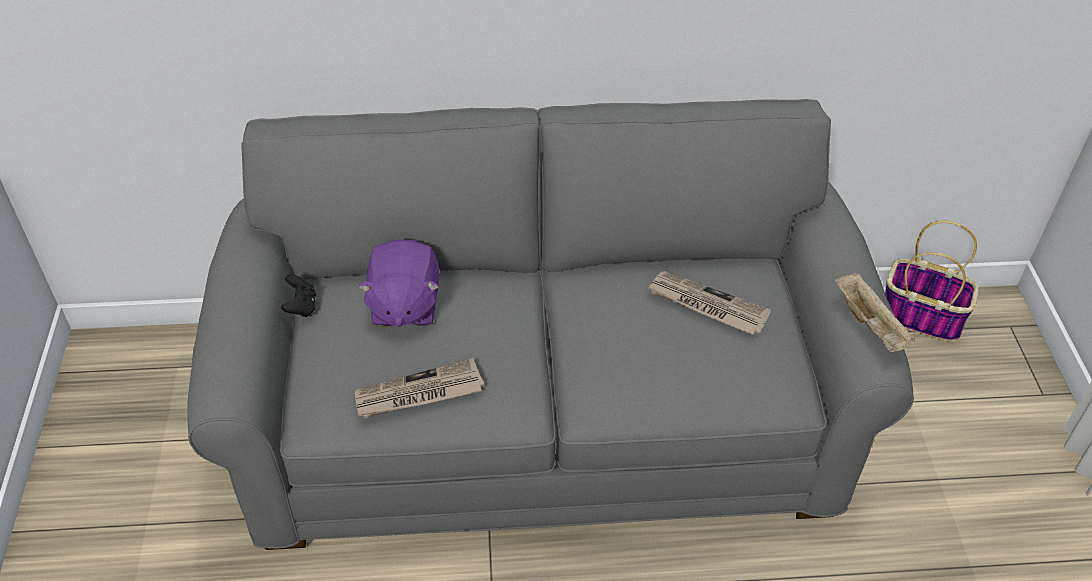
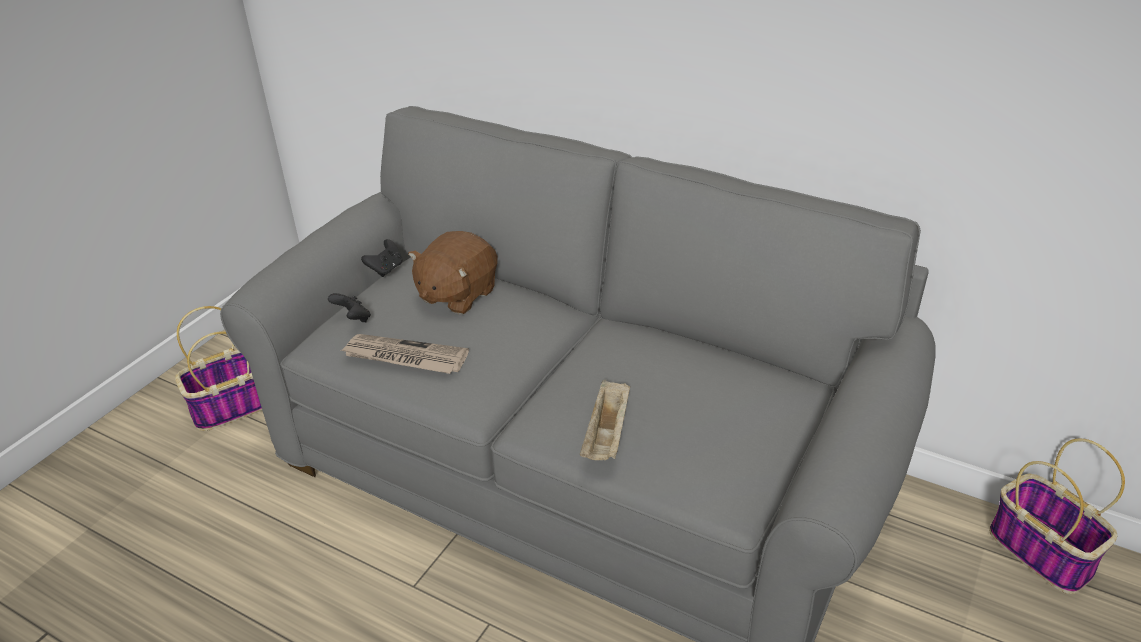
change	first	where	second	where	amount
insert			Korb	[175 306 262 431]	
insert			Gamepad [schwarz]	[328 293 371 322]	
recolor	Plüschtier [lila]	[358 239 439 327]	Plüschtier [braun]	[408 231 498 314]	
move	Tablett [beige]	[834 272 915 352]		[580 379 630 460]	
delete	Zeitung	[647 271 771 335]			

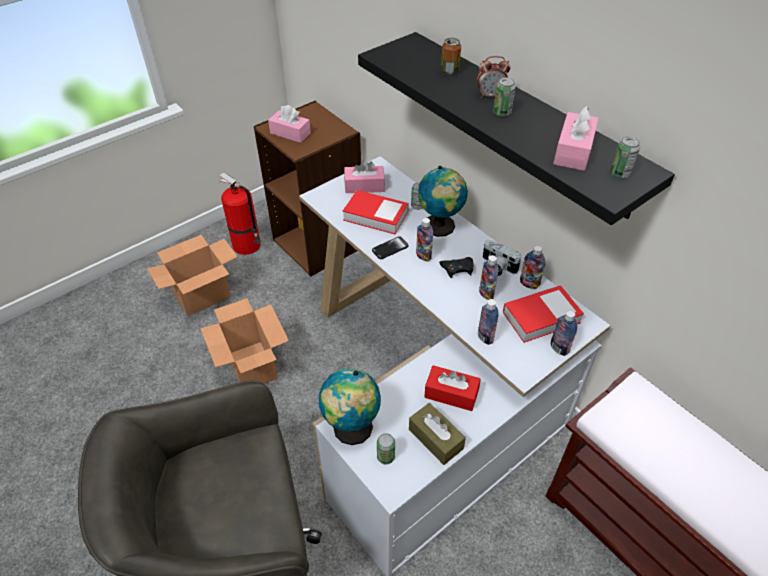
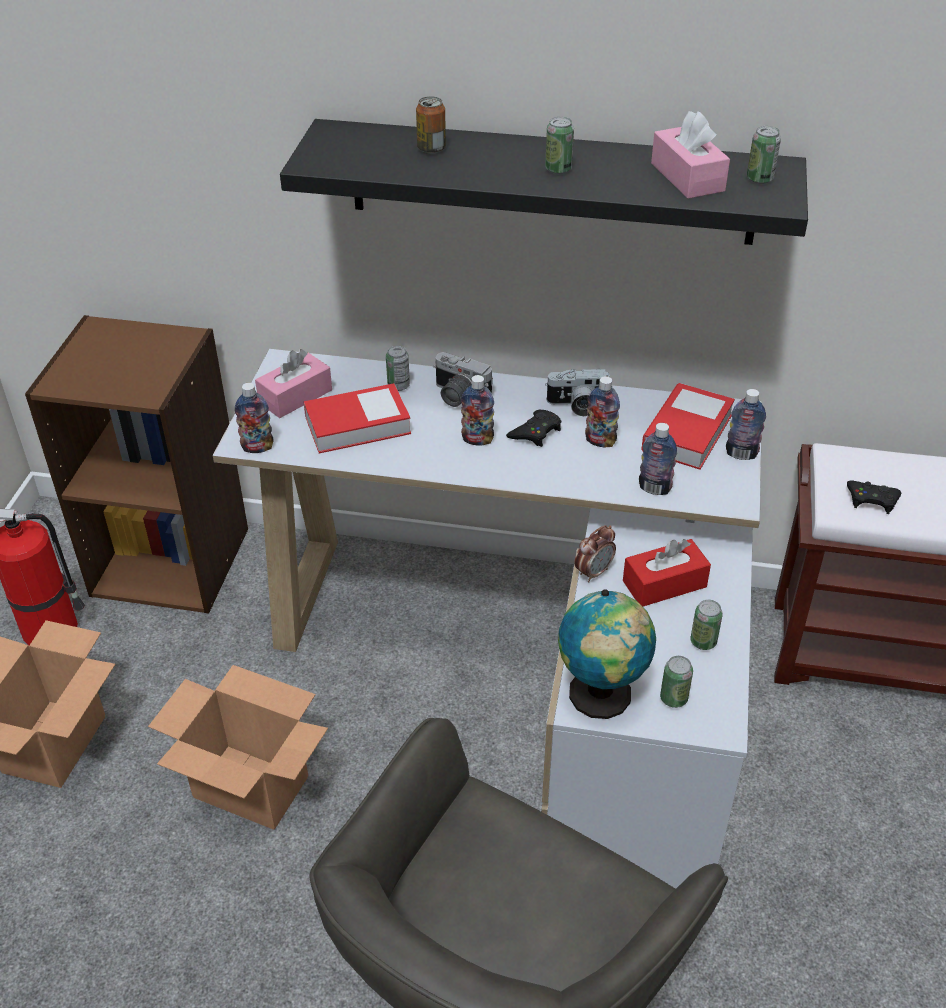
change	first	where	second	where	amount
move	Flasche	[520 246 546 289]		[235 383 273 453]	
replace	Globus	[418 166 468 237]	Kamera	[433 352 493 407]	
move	Wecker	[477 56 510 98]		[575 525 616 582]	
replace	Taschentuchbox [braun]	[409 403 466 465]	Dose	[690 600 723 650]	
insert			Gamepad [schwarz]	[847 481 902 514]	
delete	Taschentuchbox [rosa]	[268 105 311 143]			
delete	Handy	[372 236 408 259]			

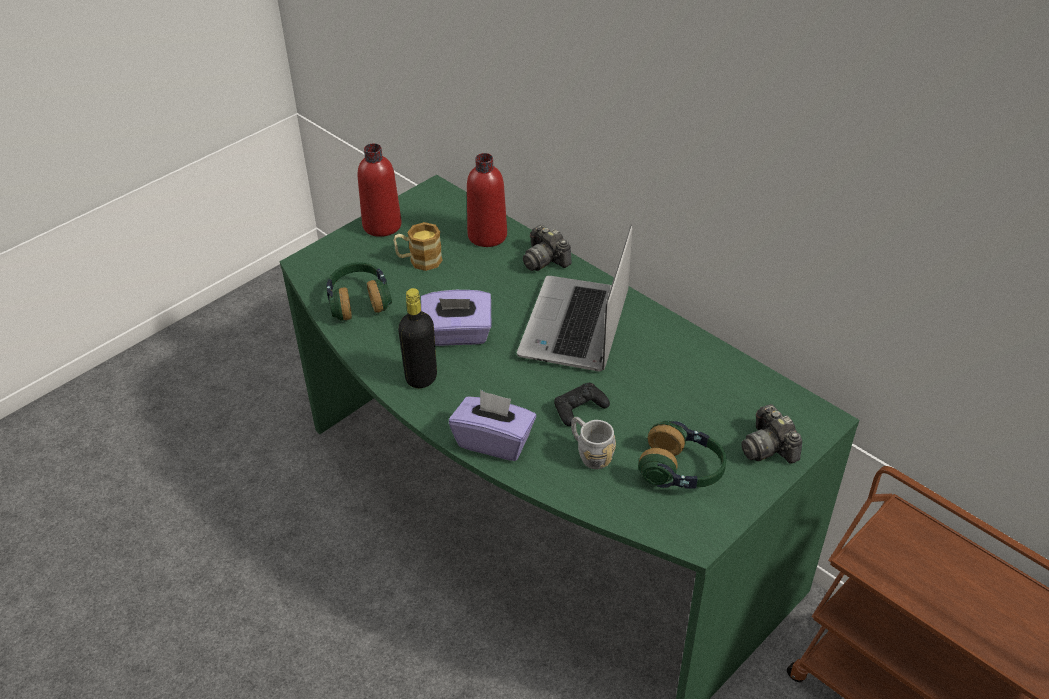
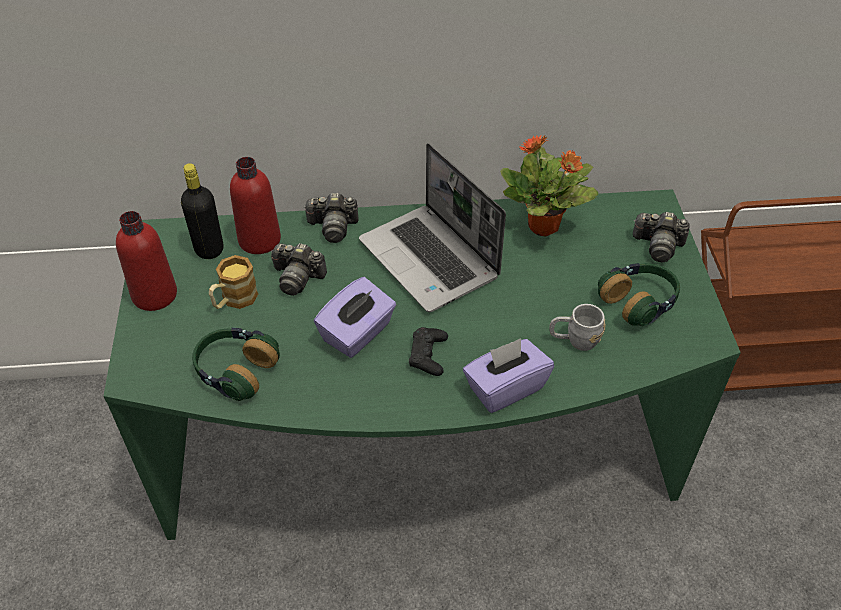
change	first	where	second	where	amount
move	Flasche [schwarz]	[398 288 437 388]		[181 163 223 259]	
insert			Kamera	[271 243 327 296]	
move	Gamepad [schwarz]	[554 383 610 426]		[409 327 448 376]	
insert			Topfpflanze	[500 135 598 237]	

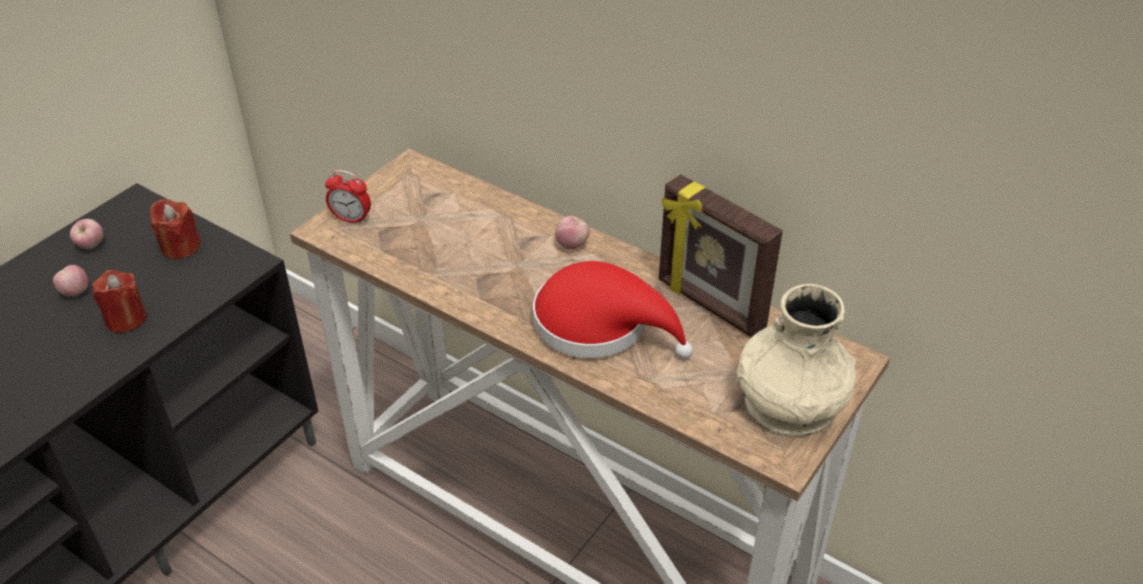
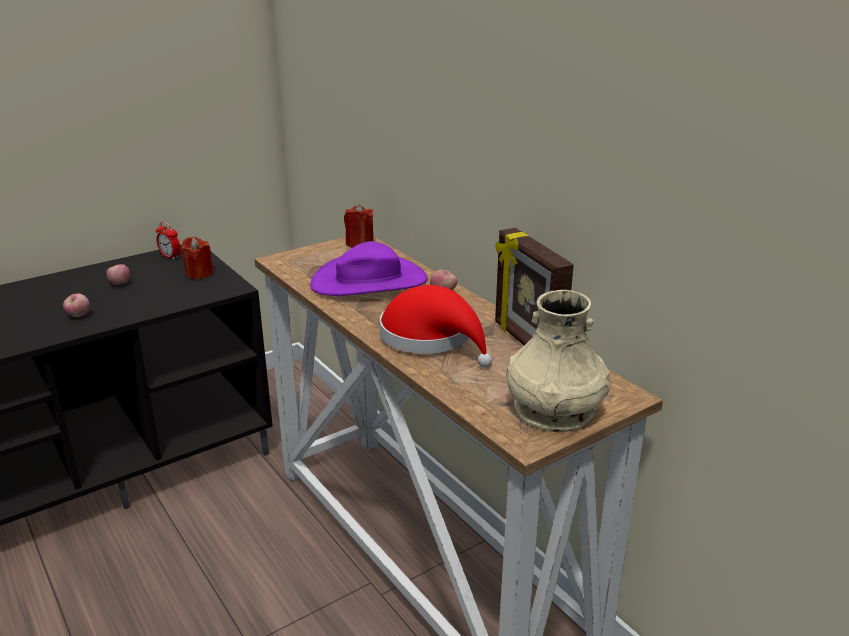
change	first	where	second	where	amount
move	Apfel	[70 219 104 249]		[63 294 90 317]	
move	Wecker	[325 170 371 224]		[156 221 180 260]	
insert			Hut [lila]	[310 241 428 296]	
move	Kerze [rot]	[93 270 147 333]		[344 204 373 248]	

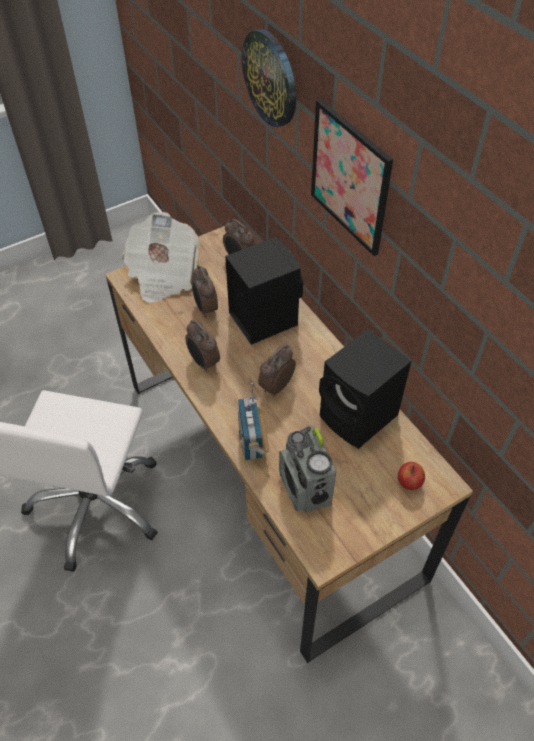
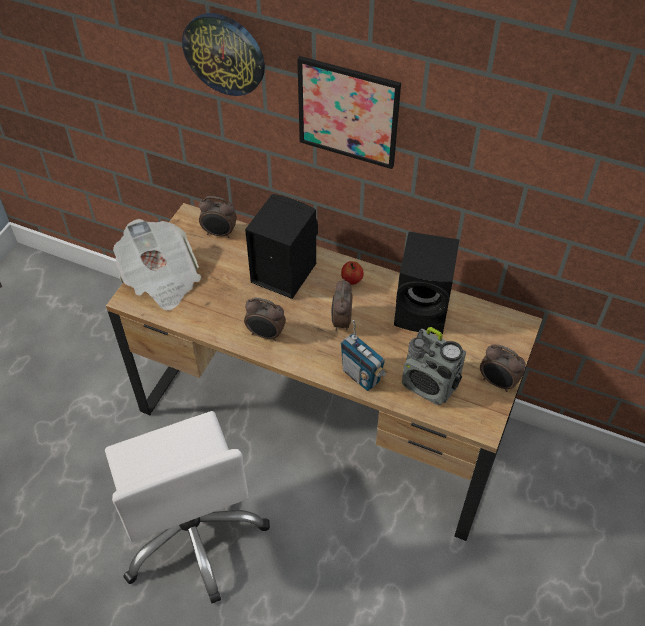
change	first	where	second	where	amount
move	Apfel	[398 462 425 490]		[341 261 364 285]	
move	Wecker	[192 265 218 318]		[480 345 526 392]	

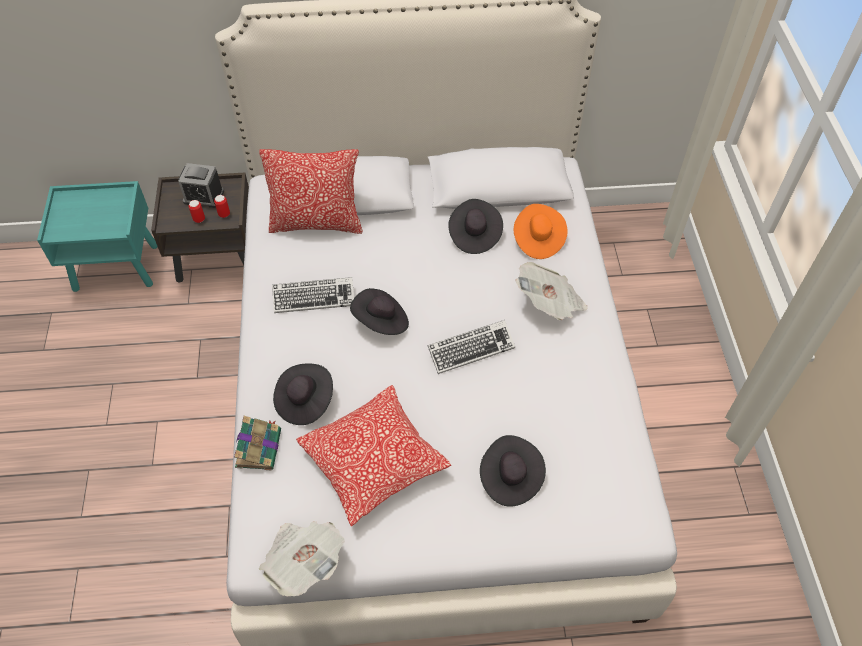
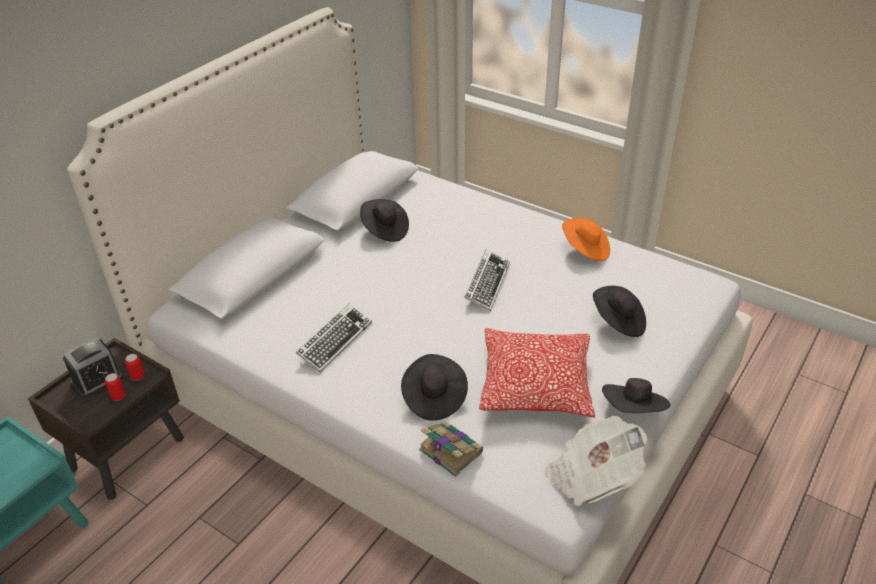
change	first	where	second	where	amount
move	Hut [orange]	[514 204 567 259]		[562 218 610 261]	
move	Hut [schwarz]	[350 288 409 335]		[602 378 671 413]	
delete	Kissen	[259 149 363 234]			
delete	Zeitung	[515 262 588 320]			

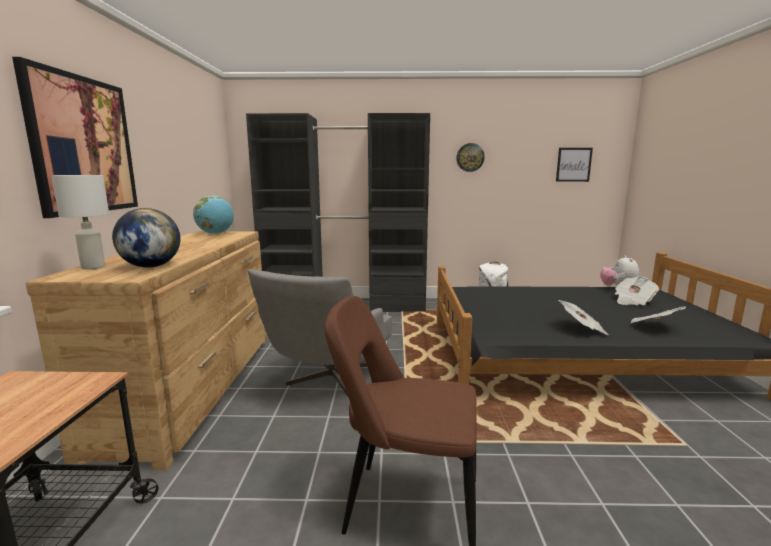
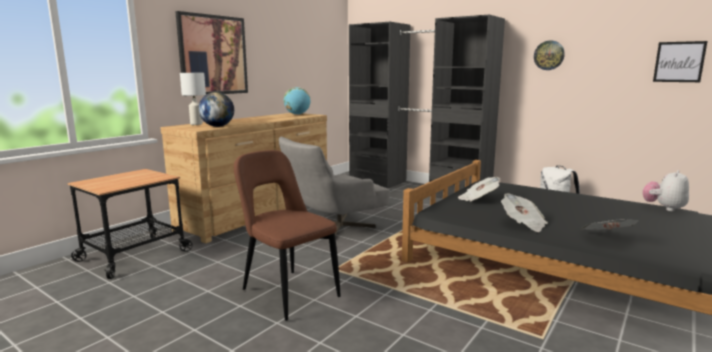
change	first	where	second	where	amount
move	Zeitung	[615 276 659 305]		[458 177 500 202]	

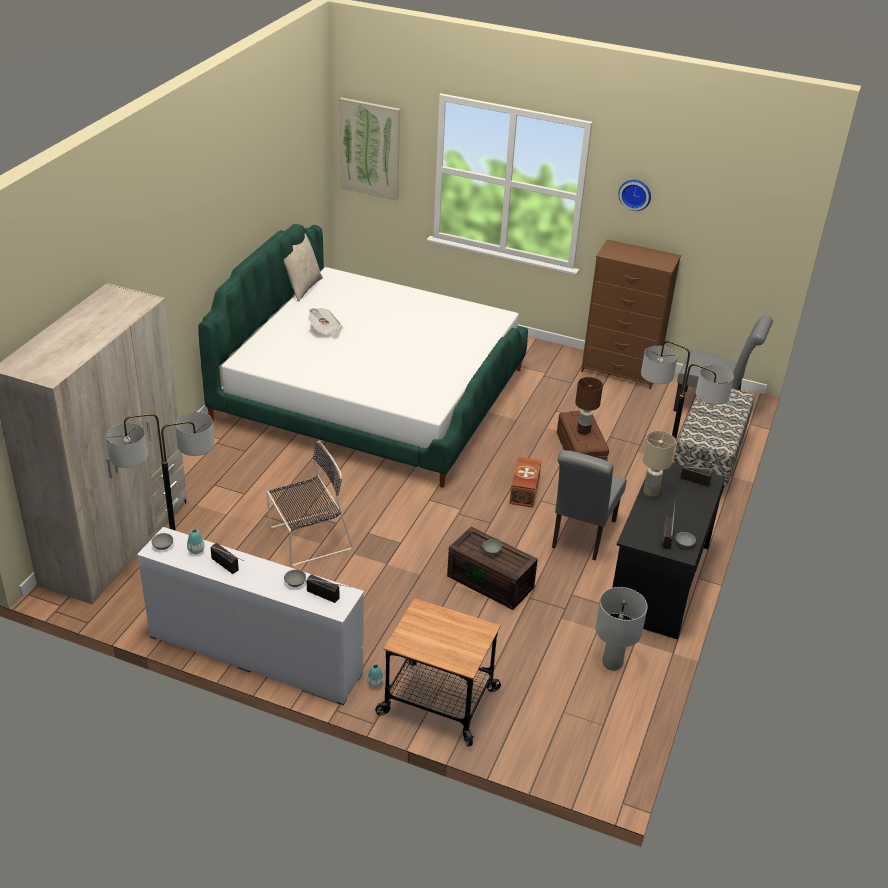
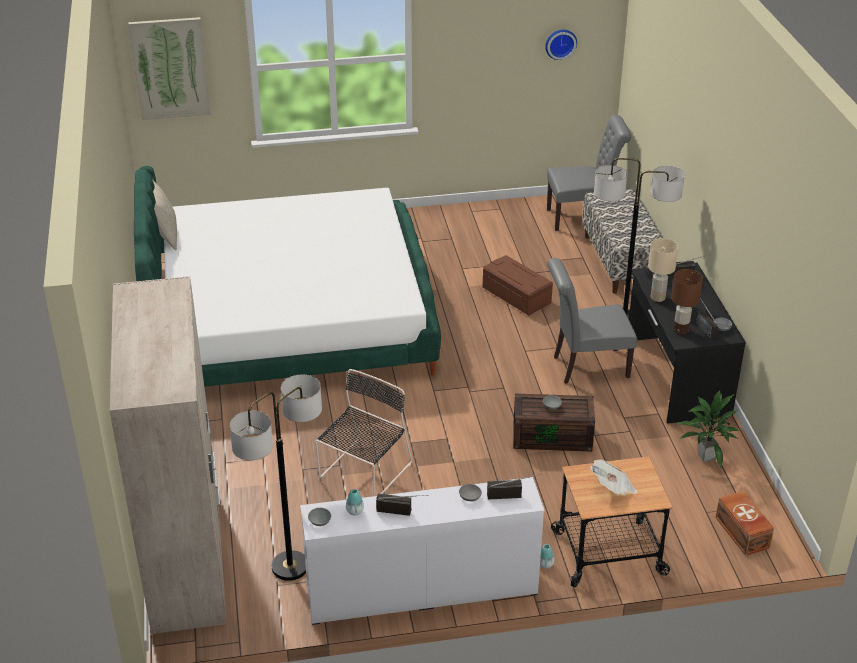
change	first	where	second	where	amount
move	Wanduhr	[618 180 651 211]		[545 30 577 60]	
rotate	Stuhl [grau]	[552 450 627 561]		[547 258 637 384]	90 degrees clockwise
move	Zeitung	[308 308 343 339]		[590 459 638 495]	
move	Tischlampe [braun]	[575 377 603 435]		[671 269 703 334]	
replace	Tischlampe [grau]	[595 587 648 671]	Topfpflanze	[676 391 740 468]	
move	Aufbewahrungsbox [braun]	[509 456 542 507]		[716 491 774 556]	
delete	Kommode [braun]	[581 239 681 389]			

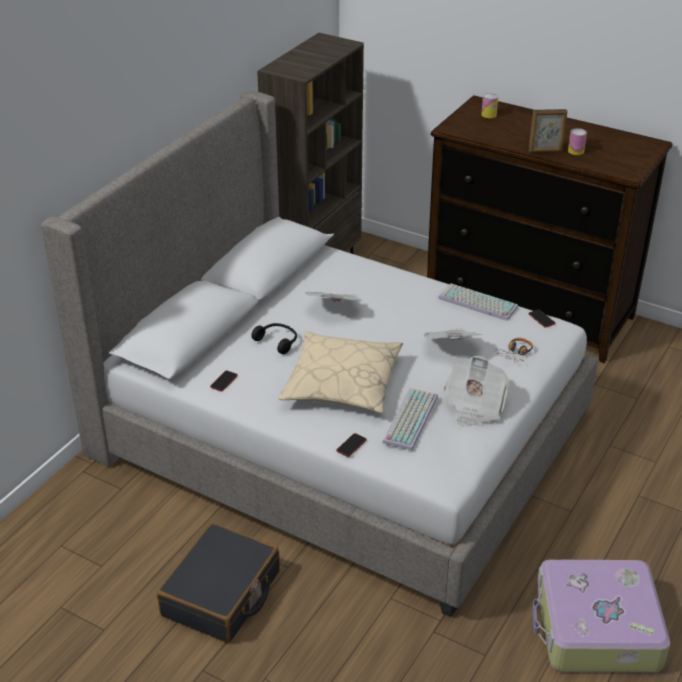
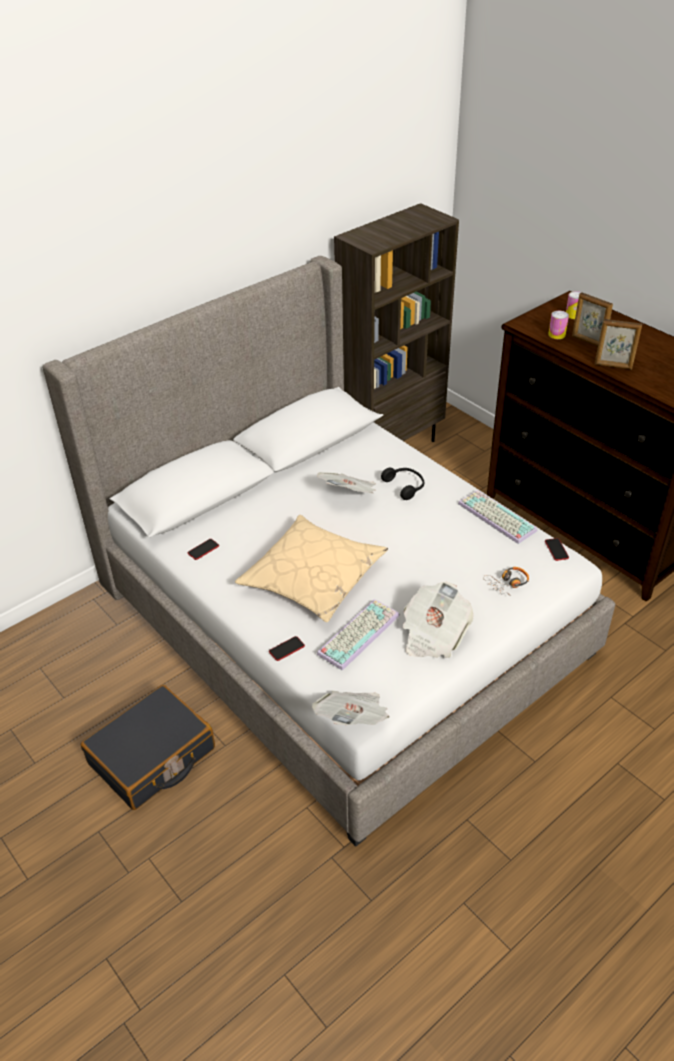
change	first	where	second	where	amount
move	Zeitung	[424 328 481 340]		[312 691 389 725]	
move	Kopfhörer [schwarz]	[251 323 297 354]		[381 468 424 500]	
move	Dose	[568 128 587 155]		[548 311 569 339]	
insert			Bilderrahmen	[572 292 613 347]	
delete	Koffer	[533 559 670 672]			

